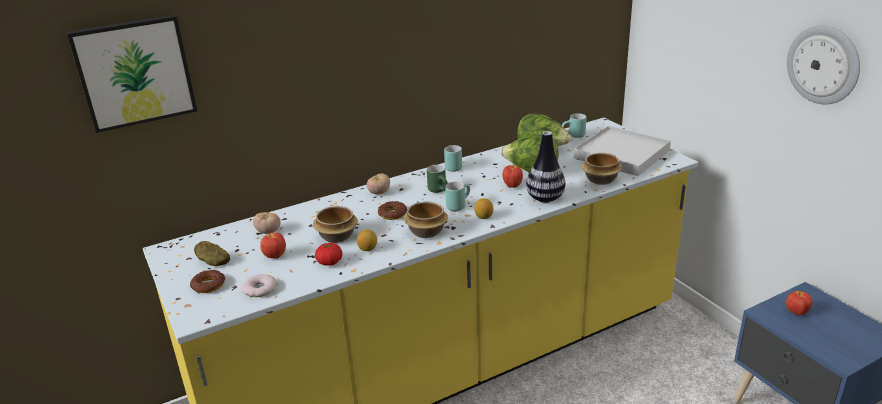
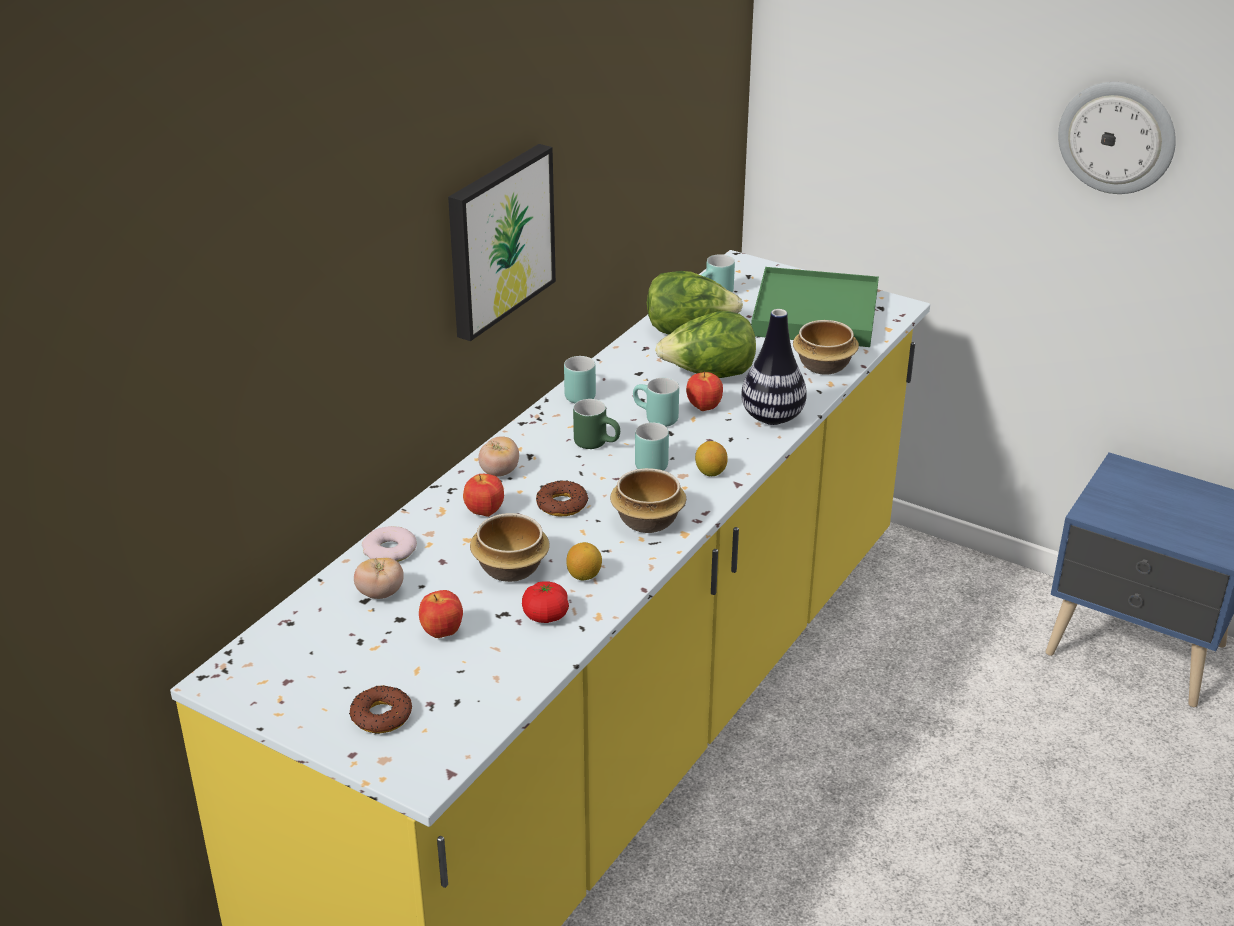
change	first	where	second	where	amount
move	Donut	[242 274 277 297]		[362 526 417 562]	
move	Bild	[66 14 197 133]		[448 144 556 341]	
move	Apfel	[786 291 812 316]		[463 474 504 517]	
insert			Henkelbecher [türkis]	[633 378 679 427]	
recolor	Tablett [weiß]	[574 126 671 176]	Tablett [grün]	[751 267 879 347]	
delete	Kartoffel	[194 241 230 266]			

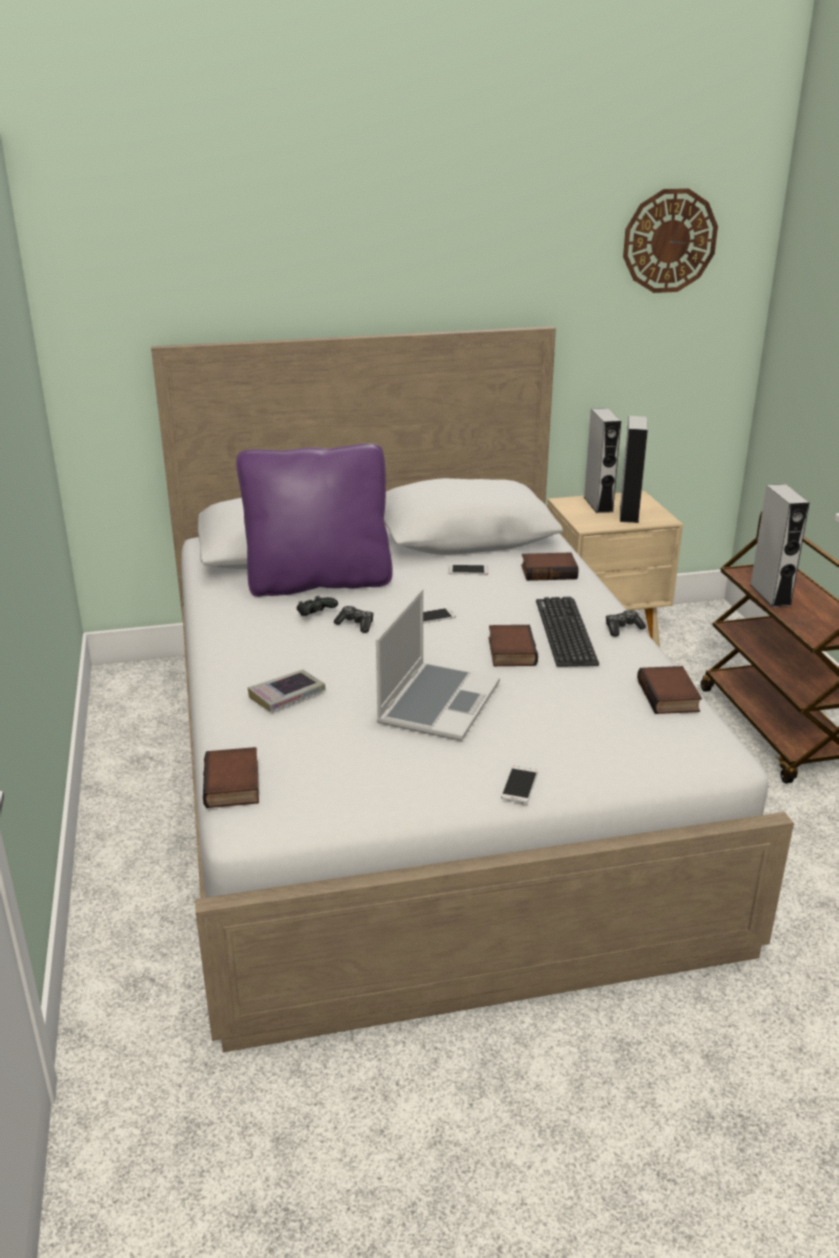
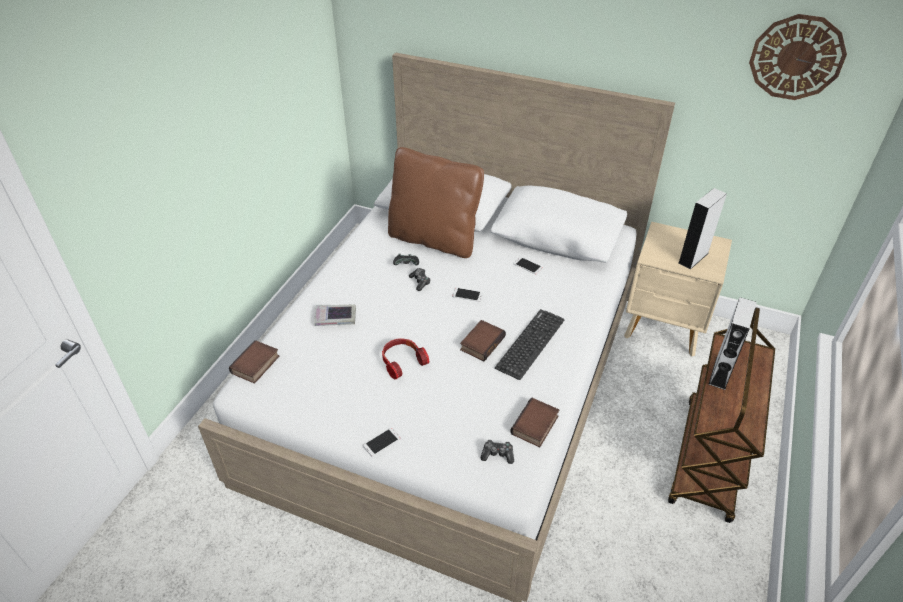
change	first	where	second	where	amount
replace	Laptop	[376 589 500 741]	Kopfhörer	[382 338 429 380]	
recolor	Kissen [lila]	[236 443 393 597]	Kissen [braun]	[388 147 484 258]	
move	Gamepad	[606 610 646 637]		[481 440 514 464]	
delete	Buch	[521 553 578 581]			
delete	Lautsprecher [grau]	[584 408 621 513]			

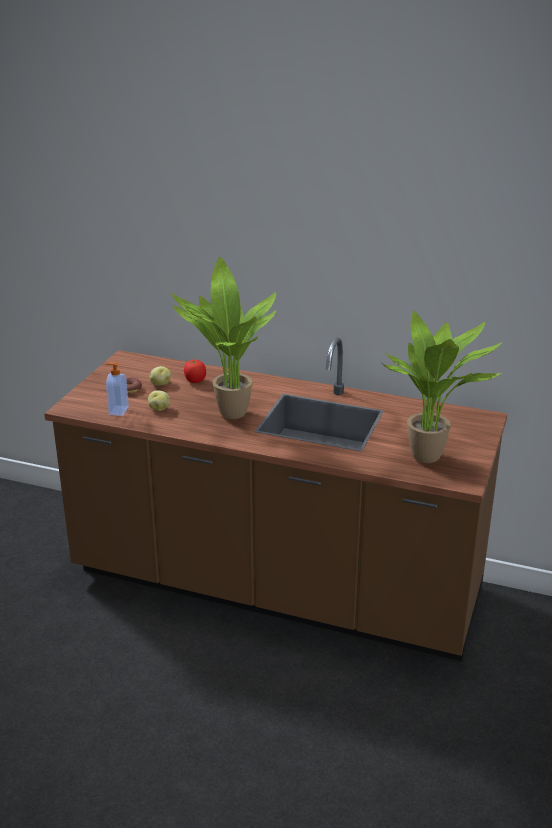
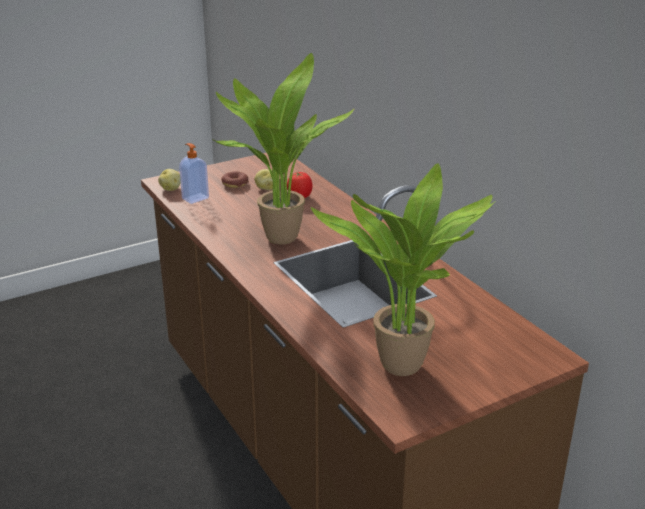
change	first	where	second	where	amount
move	Kartoffel	[148 390 170 411]		[158 169 181 191]	

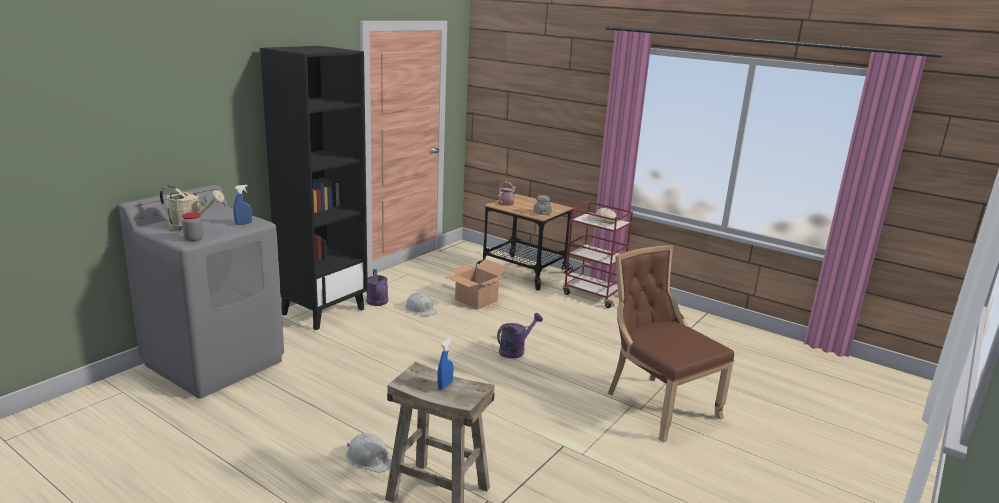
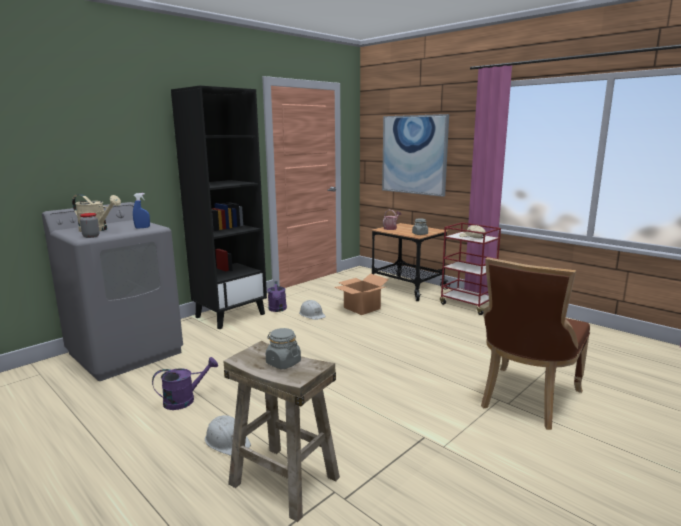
change	first	where	second	where	amount
move	Gießkanne [lila]	[497 313 543 359]		[152 357 218 410]	
replace	Sprühflasche [blau]	[437 337 453 390]	Vorratsglas [grau]	[266 328 301 369]	
insert			Bild	[382 114 449 197]	
rotate	Stuhl [braun]	[608 245 734 442]		[481 257 590 430]	120 degrees counterclockwise

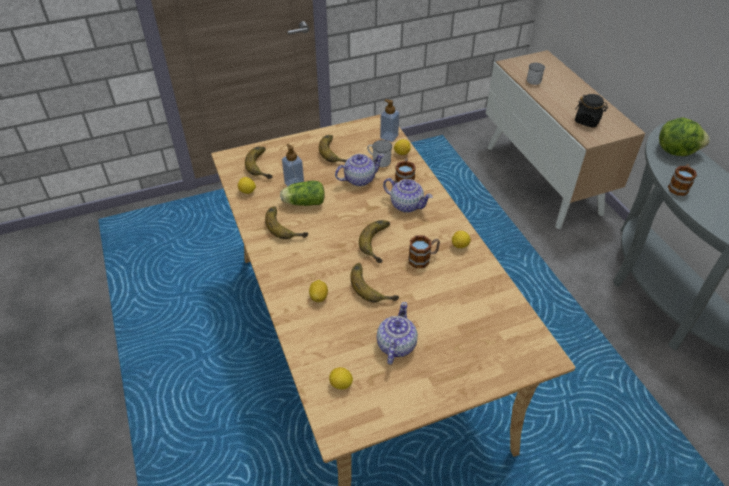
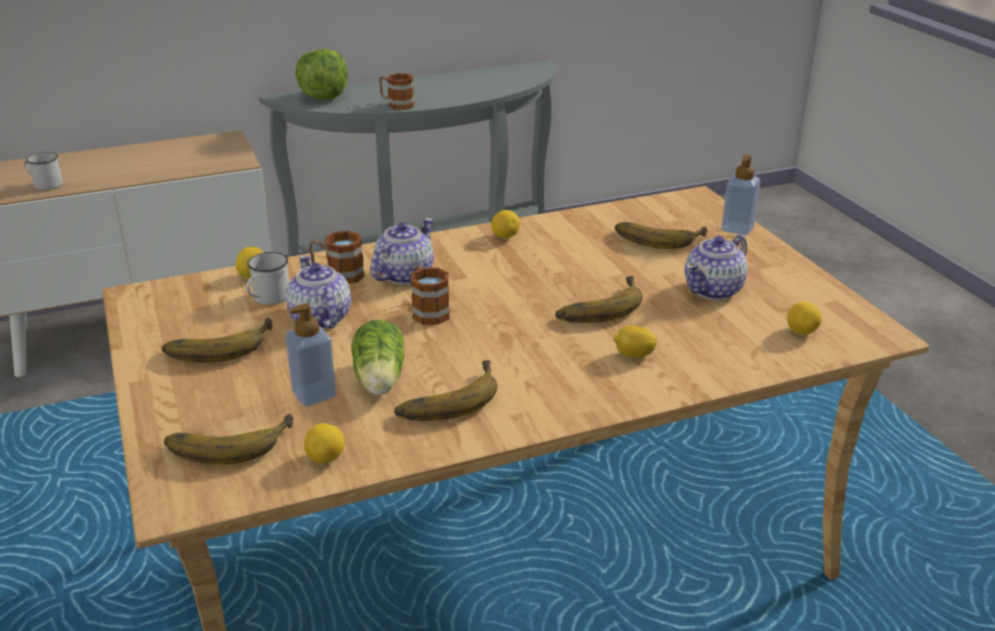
change	first	where	second	where	amount
move	Henkelbecher	[408 236 440 268]		[411 265 450 325]	
move	Banane	[359 220 390 263]		[615 222 708 249]	
rotate	Teekanne	[377 302 418 365]		[685 235 748 300]	60 degrees counterclockwise
move	Seifenspender	[380 99 400 142]		[721 154 761 236]	
delete	Vorratsglas [schwarz]	[575 94 608 128]			

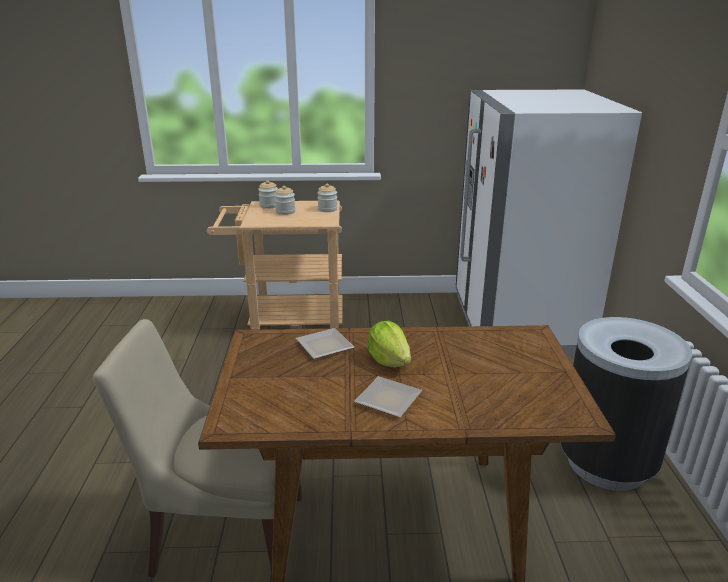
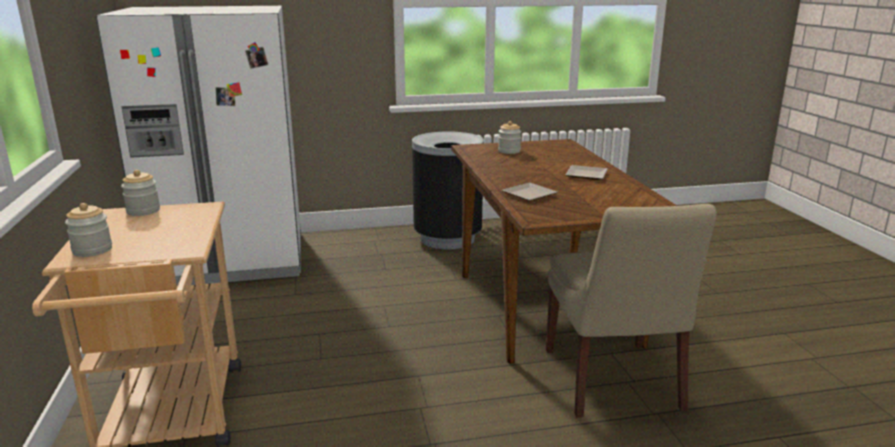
change	first	where	second	where	amount
move	Vorratsglas	[275 186 295 215]		[498 121 521 154]	
delete	Salatkopf	[368 321 411 367]			

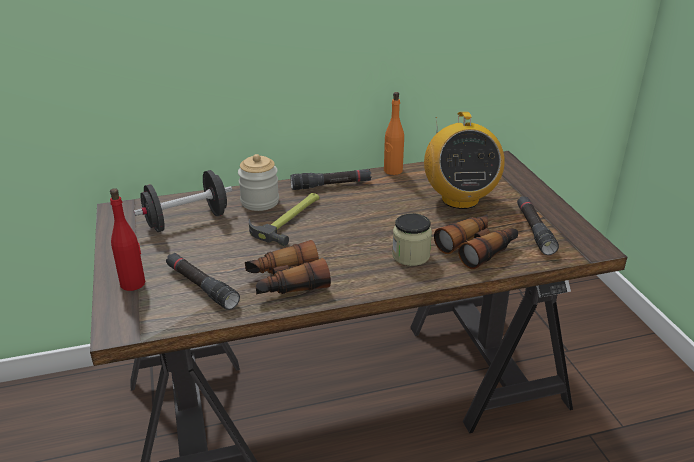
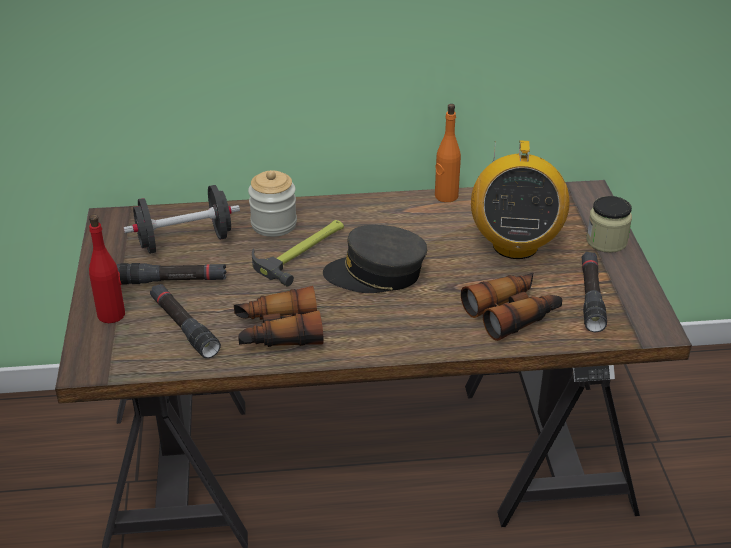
change	first	where	second	where	amount
move	Taschenlampe [schwarz]	[290 169 372 190]		[117 263 226 284]	
insert			Kappe [grau]	[323 225 427 293]	
move	Vorratsglas	[392 213 432 266]		[586 196 632 253]	

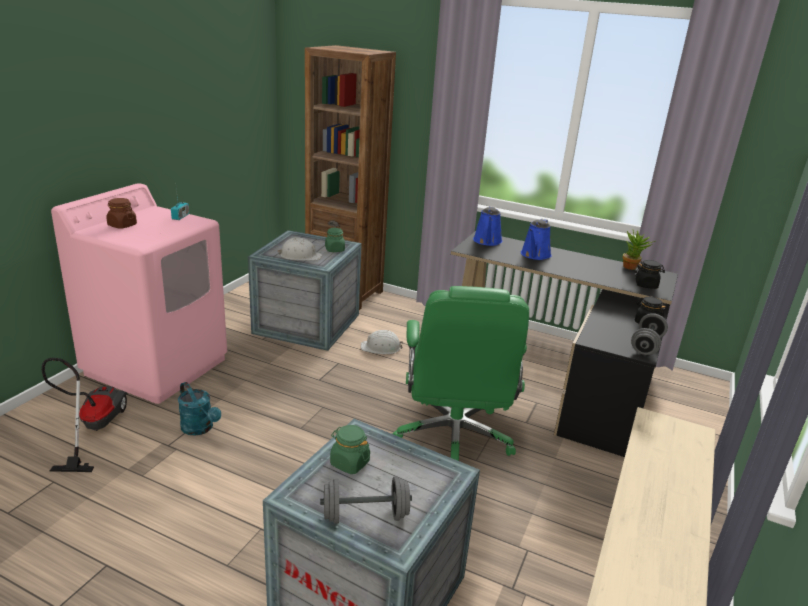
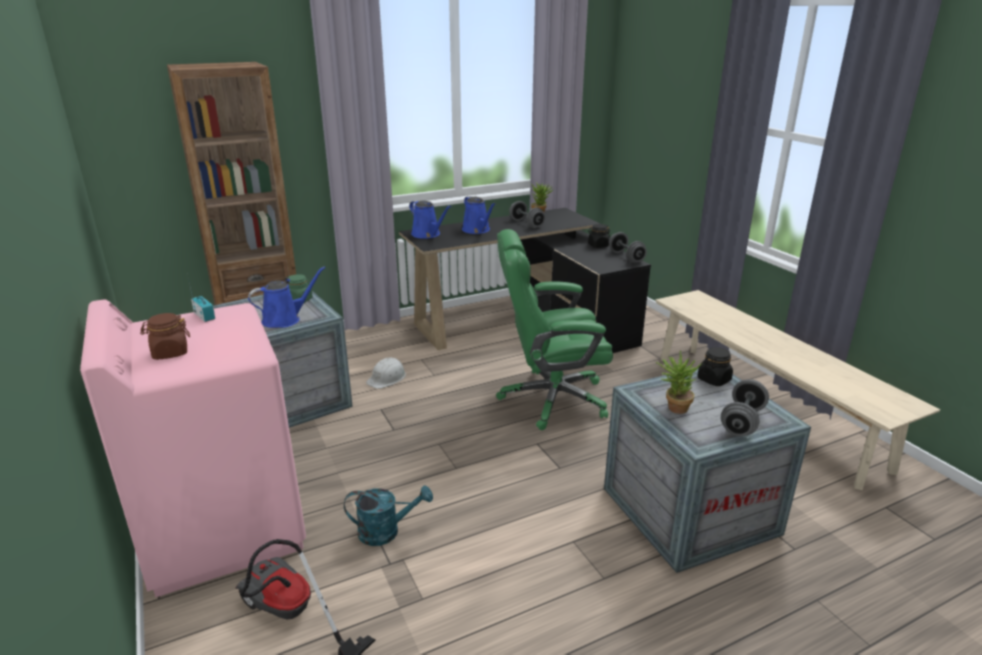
change	first	where	second	where	amount
replace	Schutzhelm [weiß]	[278 238 322 261]	Gießkanne [blau]	[248 266 326 328]	
rotate	Bürostuhl [grün]	[392 286 529 461]		[496 229 613 430]	135 degrees clockwise
insert			Hantel [grau]	[509 201 545 228]	
replace	Vorratsglas [grün]	[330 425 370 474]	Topfpflanze	[656 350 701 414]	
move	Vorratsglas [schwarz]	[635 260 665 289]		[698 347 733 386]	

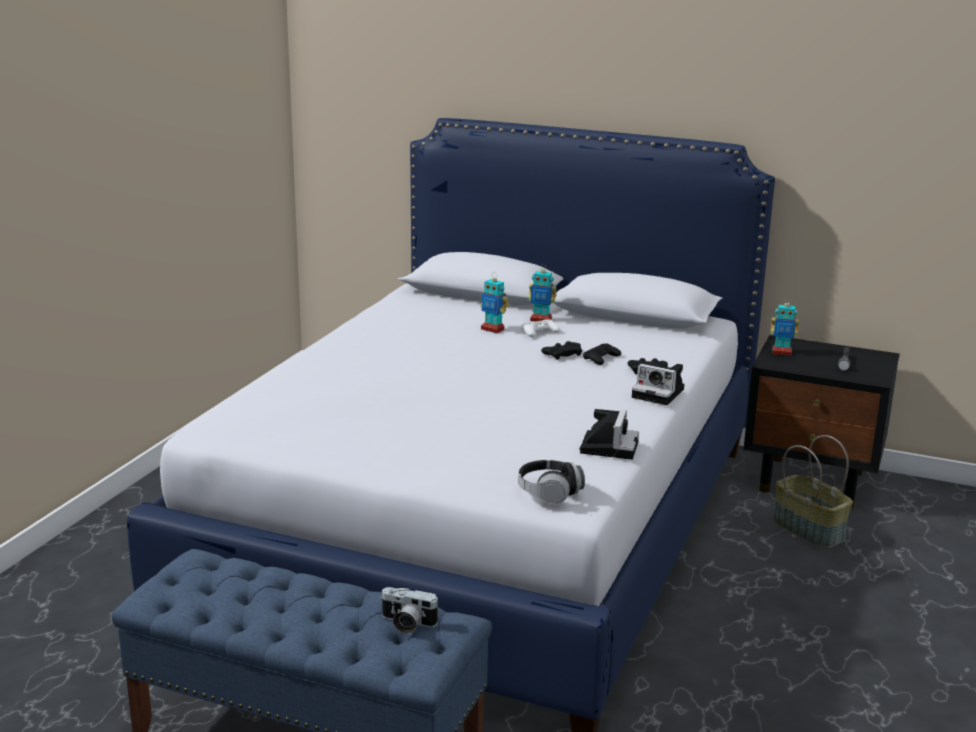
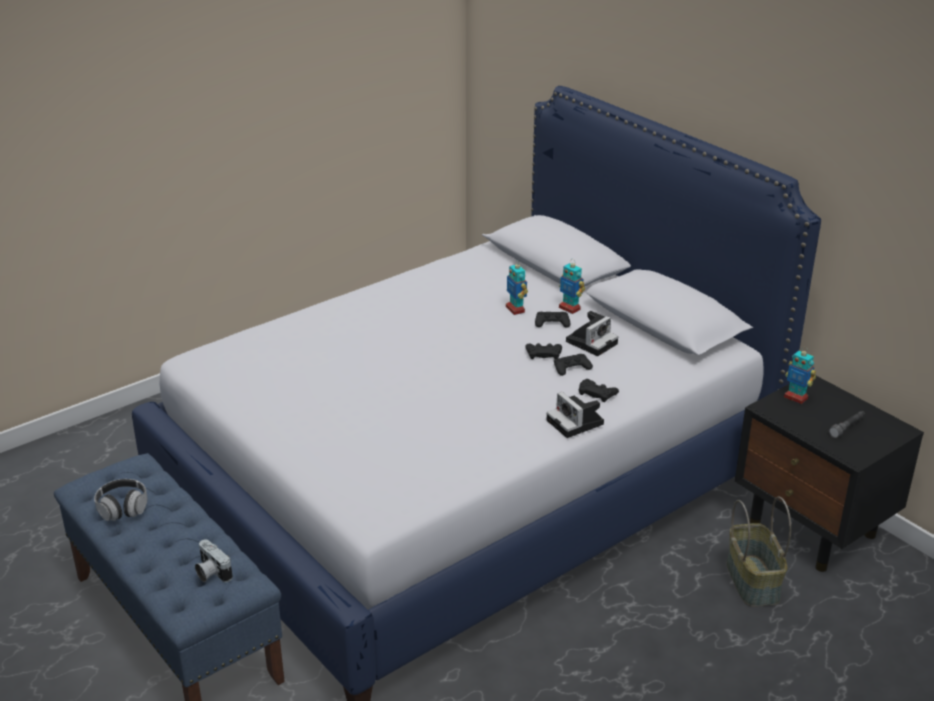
change	first	where	second	where	amount
move	Kopfhörer	[518 460 585 504]		[94 479 148 521]	
recolor	Gamepad [weiß]	[521 319 560 337]	Gamepad [schwarz]	[535 312 570 328]	
move	Kamera	[579 409 639 460]		[566 311 618 356]	

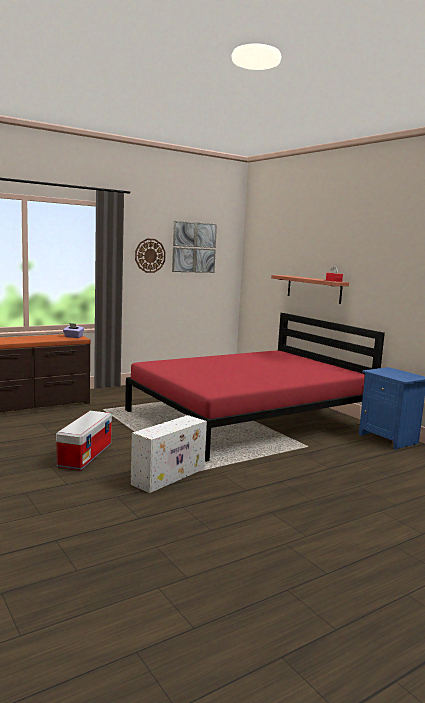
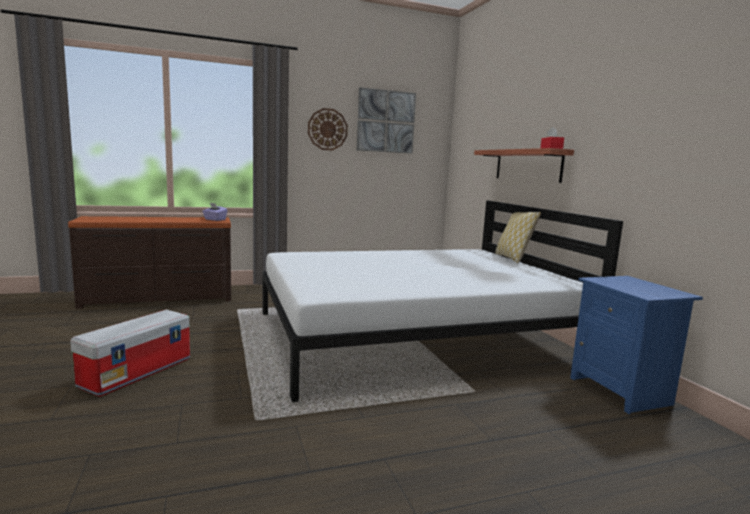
change	first	where	second	where	amount
recolor	Bett [rot]	[125 313 385 462]	Bett [weiß]	[263 200 623 402]	
insert			Kissen	[495 212 541 263]	
delete	Aufbewahrungsbox [weiß]	[131 415 207 493]			

